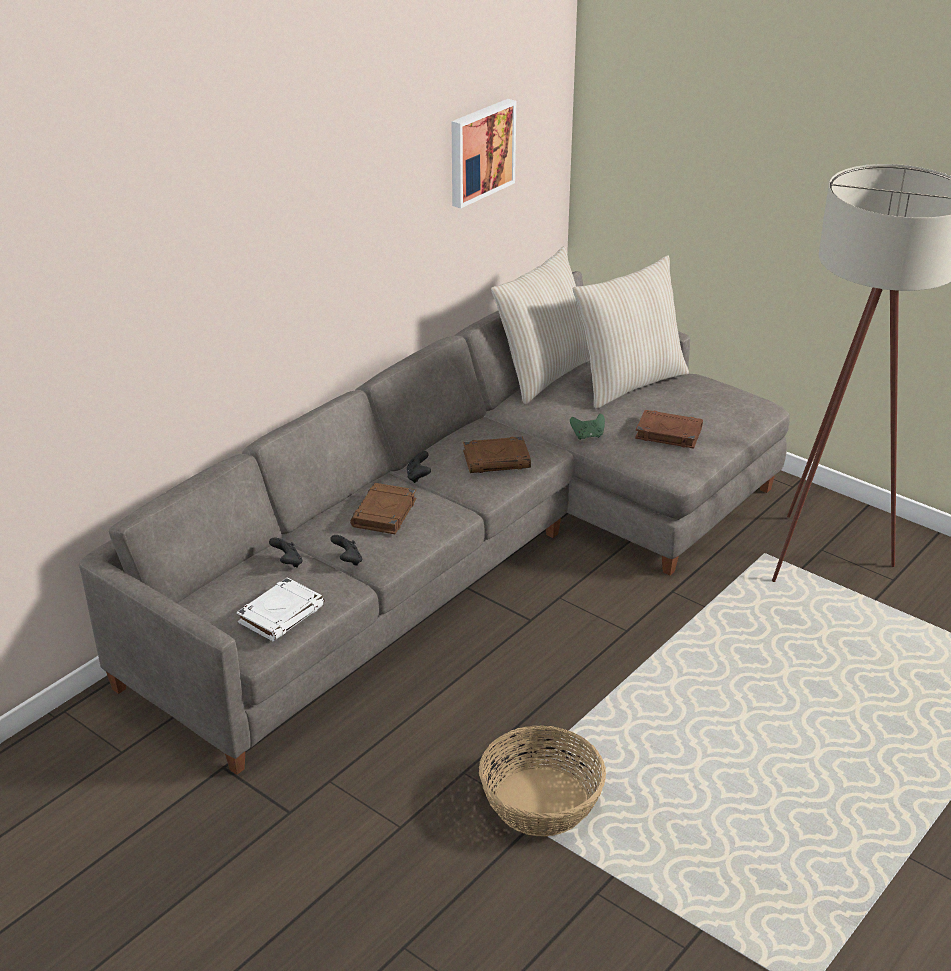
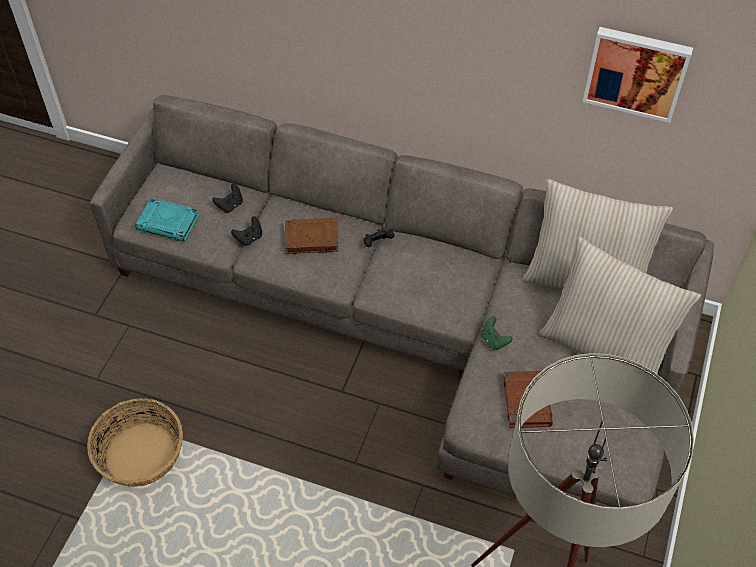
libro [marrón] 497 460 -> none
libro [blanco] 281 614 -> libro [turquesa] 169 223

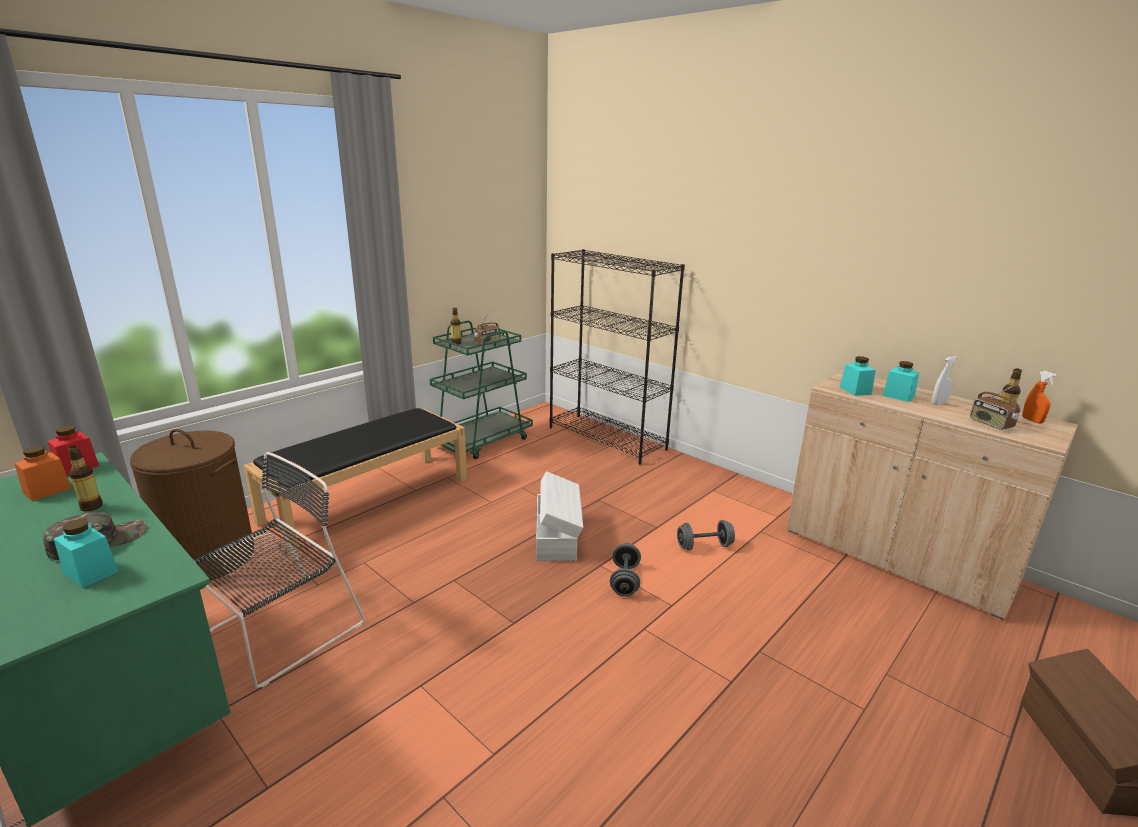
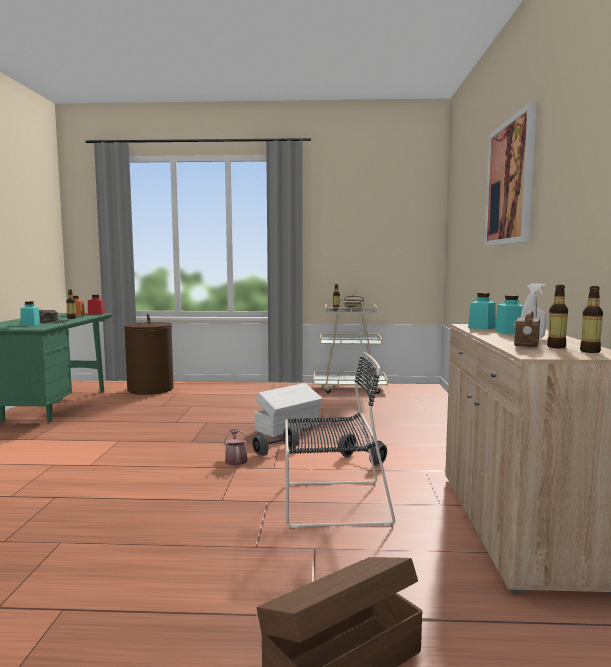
estantería [negro] 607 438 -> none
carrito [verde] 481 441 -> carrito [beis] 350 388
pulverizador [naranja] 1032 420 -> botella 590 351
banco [negro] 368 499 -> none
silla [negro] 279 631 -> silla [negro] 331 503, shifted
none -> cuadro 510 183
none -> regadera 236 460

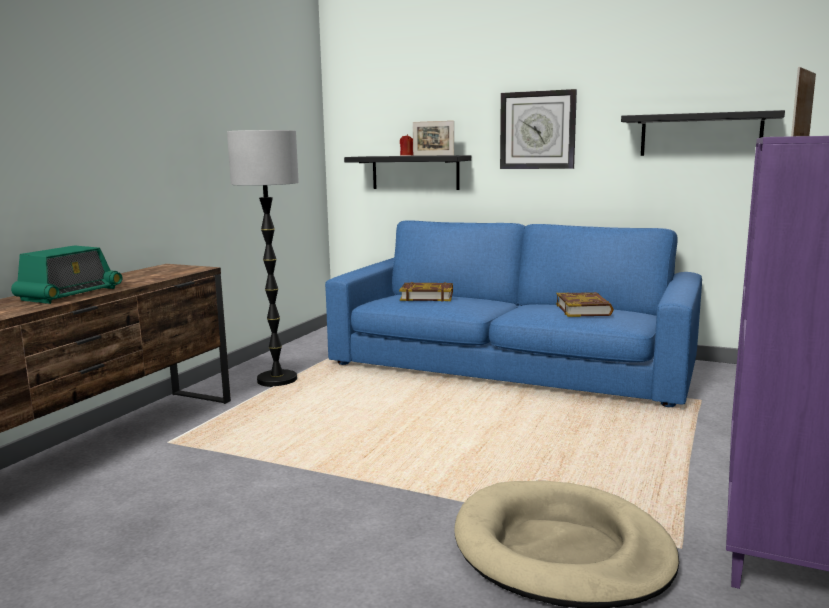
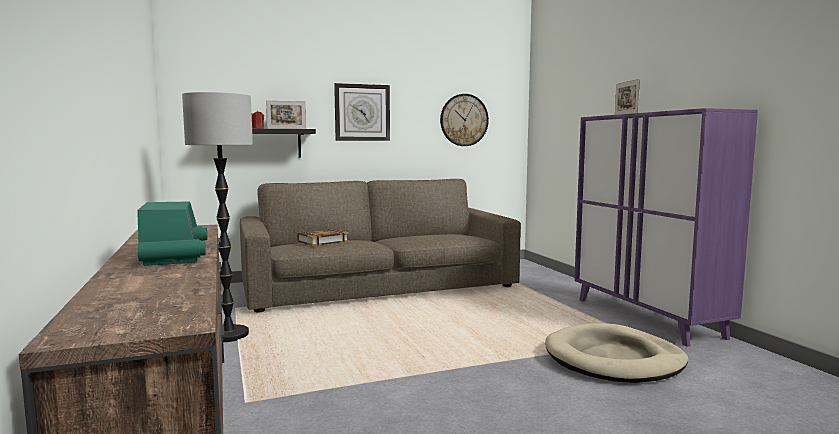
estante [negro] 700 135 -> reloj de pared 464 120
sofá [azul] 510 363 -> sofá [marrón] 379 285
libro 583 310 -> none

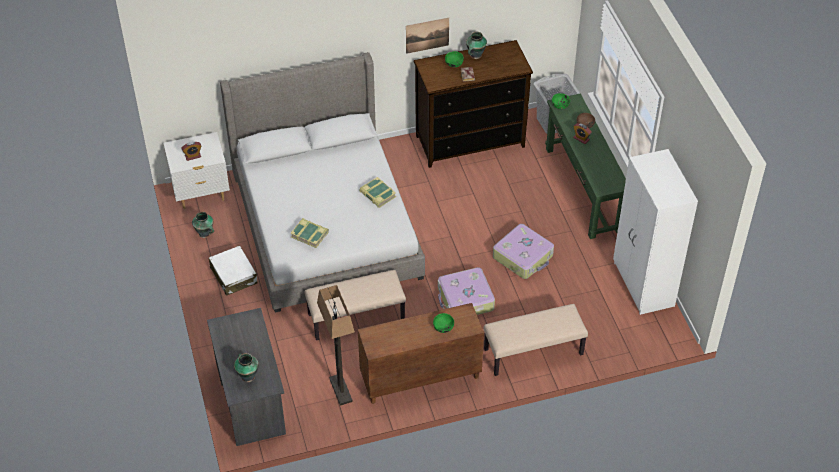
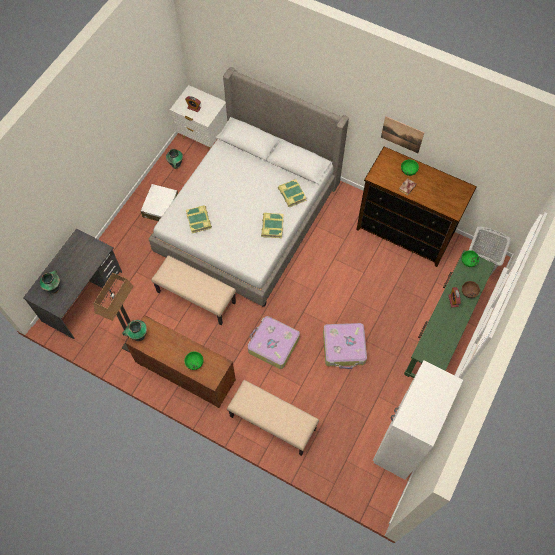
florero 475 55 -> florero 138 336, shifted
none -> libro 291 195

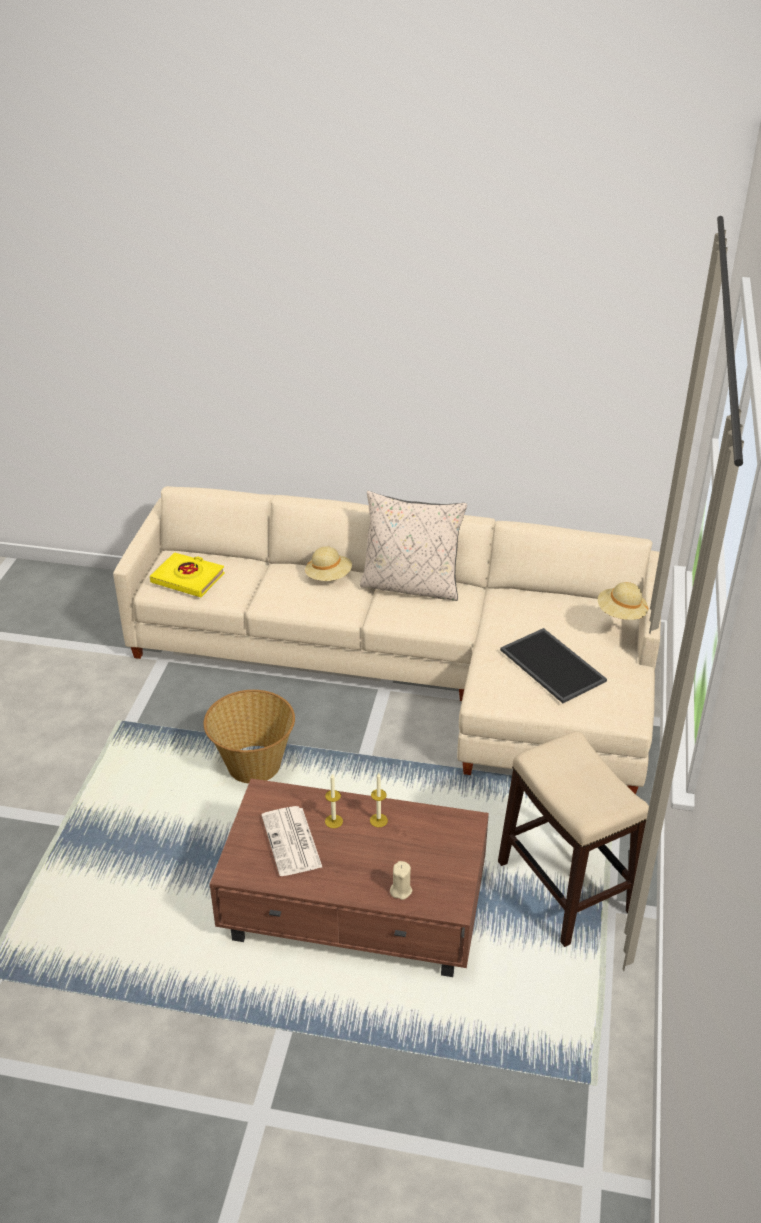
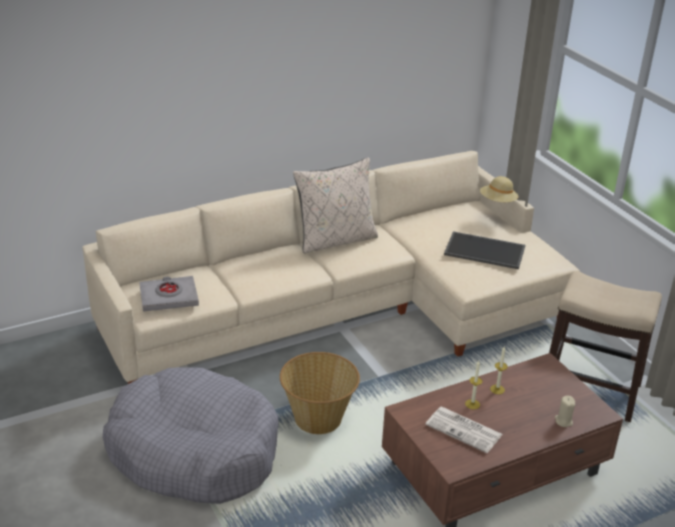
sombrero [beis] 329 577 -> none
libro [amarillo] 188 579 -> libro [gris] 169 297
none -> cama para perro [gris] 193 451

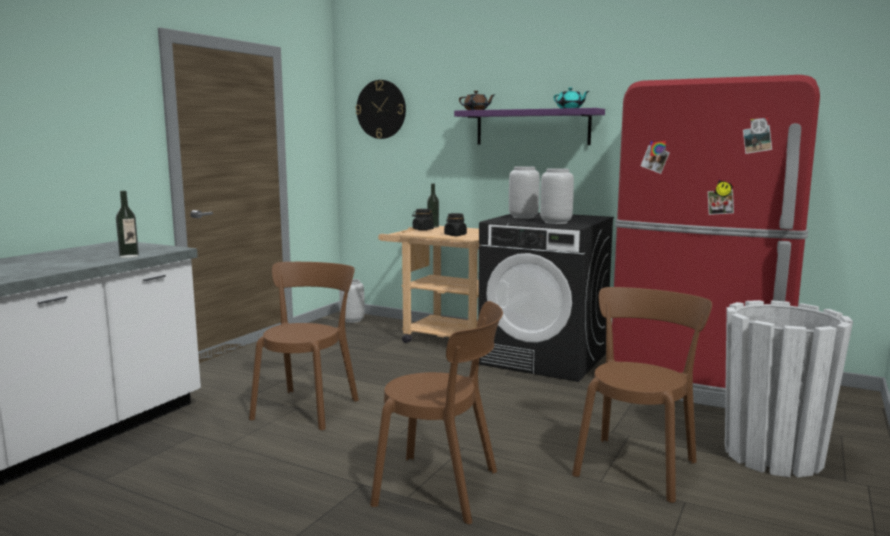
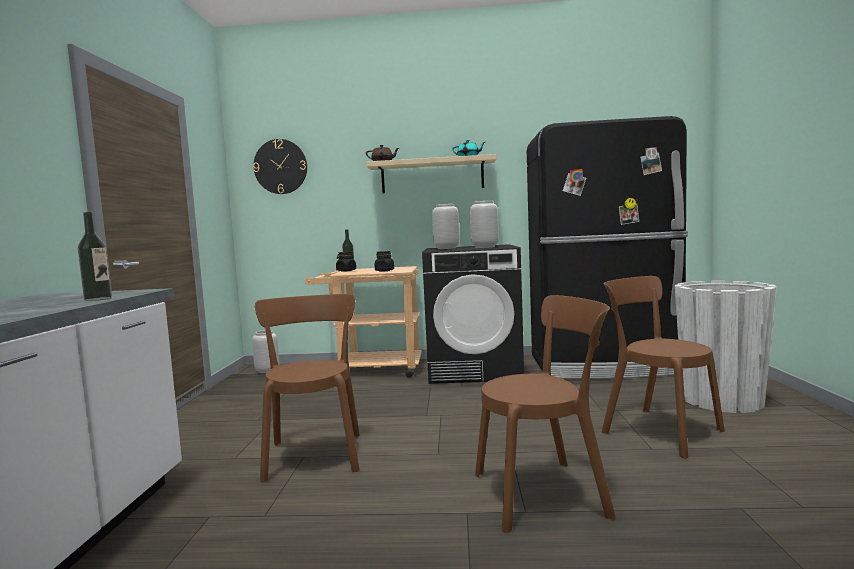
nevera [rojo] 699 383 -> nevera [negro] 604 365
estante [morado] 532 127 -> estante [beis] 432 176
silla [marrón] 637 465 -> silla [marrón] 656 430, 45 degrees counterclockwise

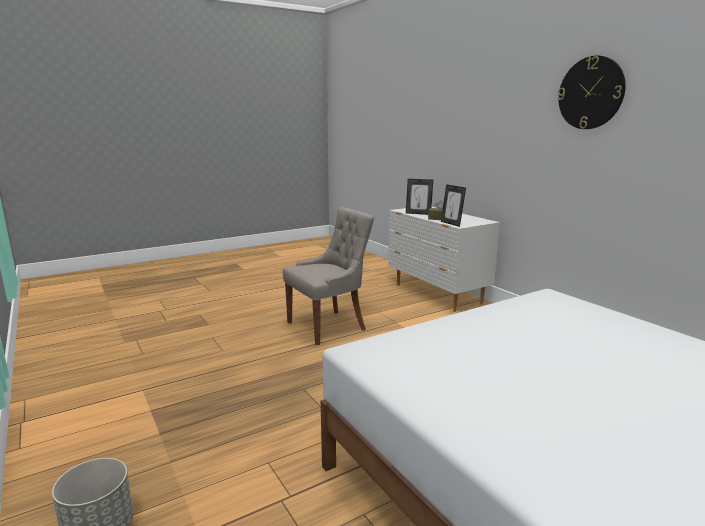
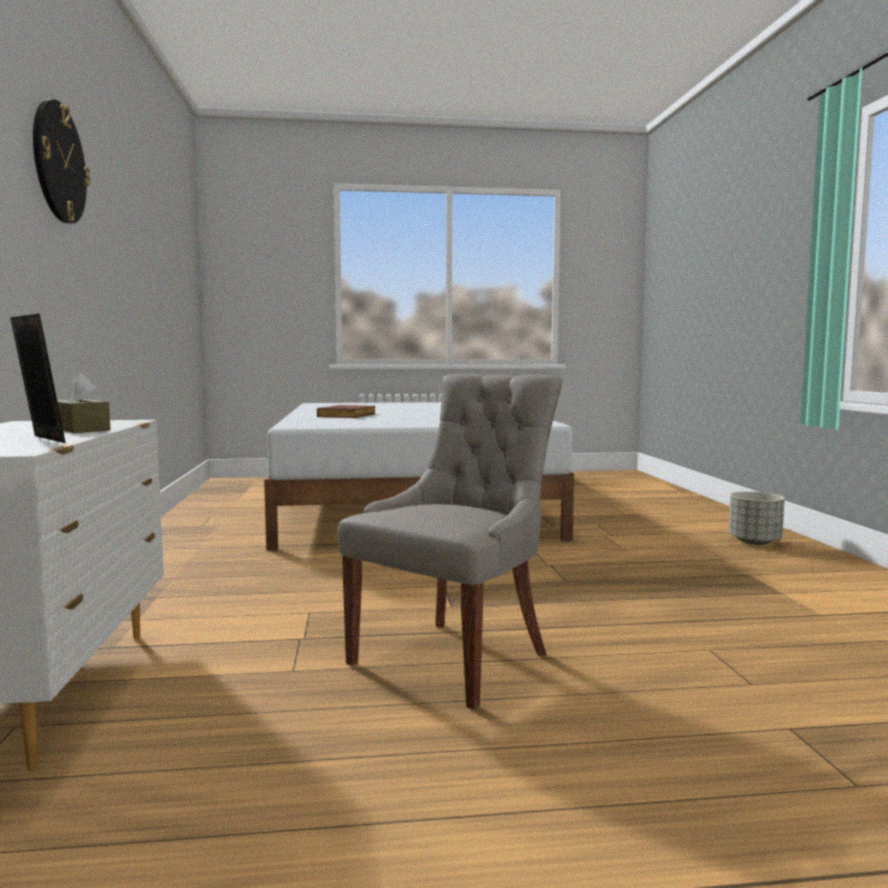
portarretratos 451 224 -> none
silla [gris] 328 326 -> silla [gris] 454 658, 135 degrees clockwise
none -> libro 348 415

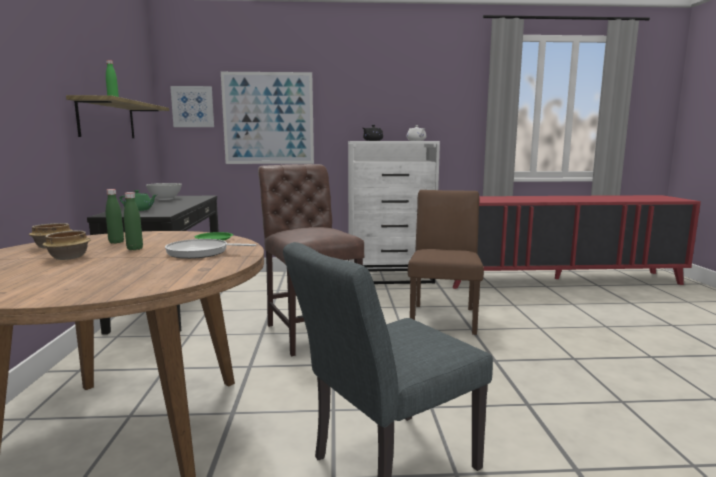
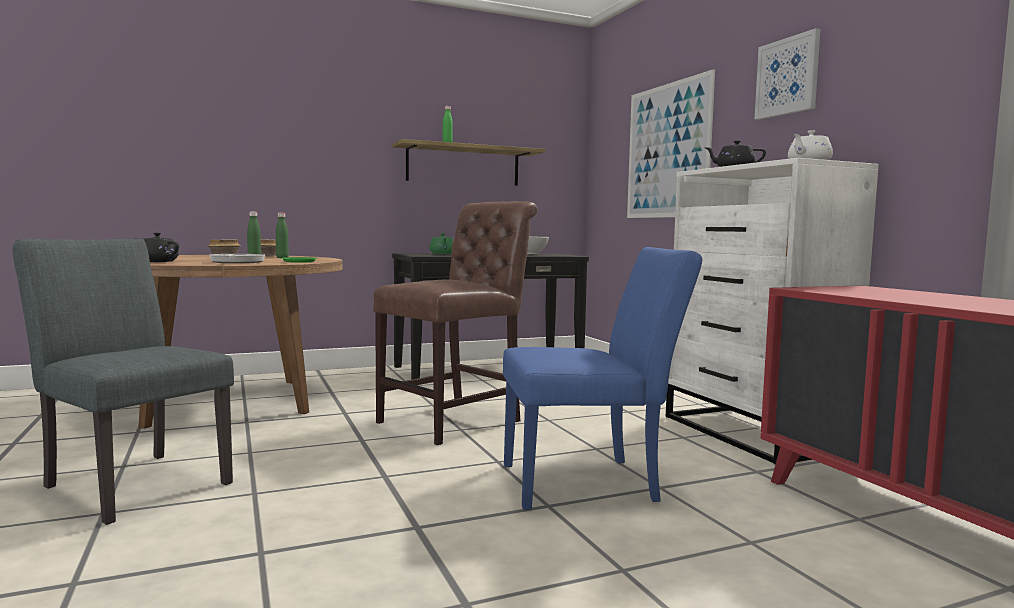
cuadro 193 107 -> cuadro 787 76, shifted
silla [marrón] 443 316 -> silla [azul] 591 482
none -> tetera [negro] 157 261

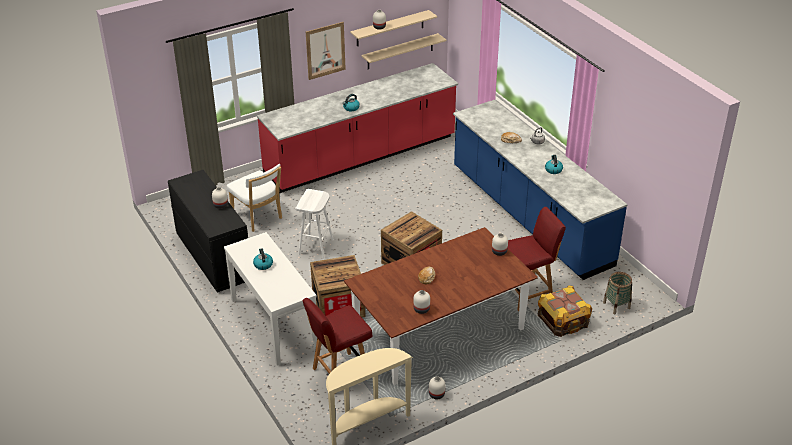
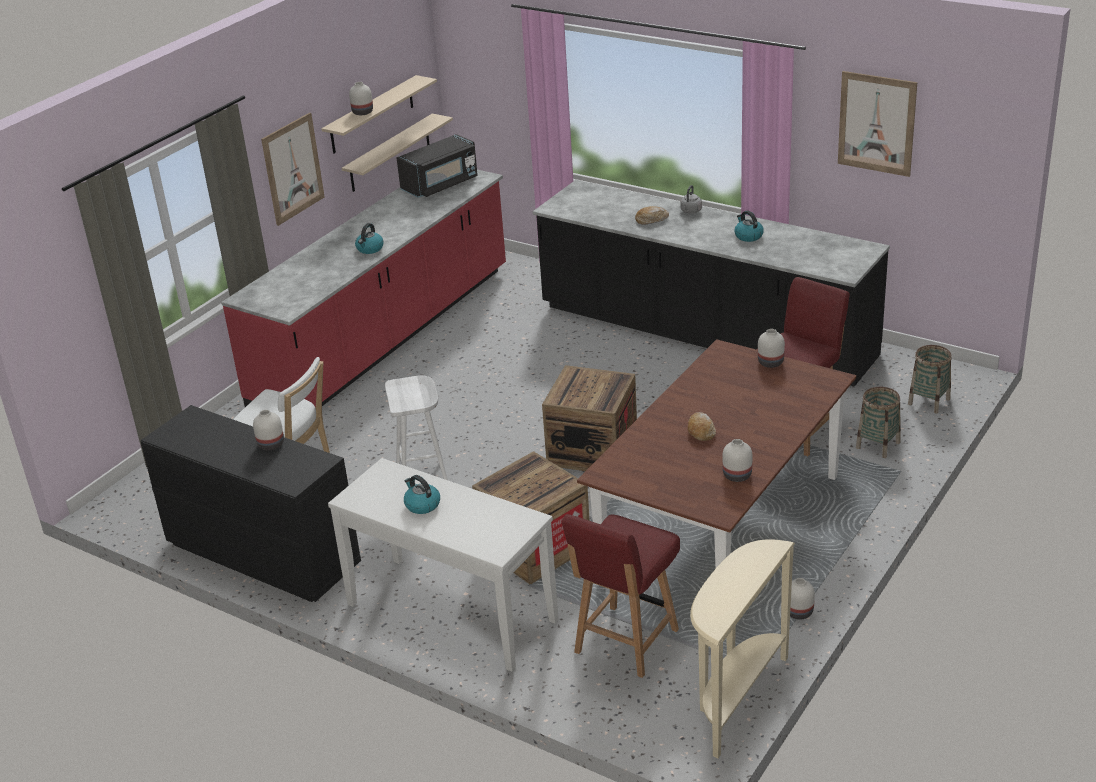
mueble bajo de cocina [azul] 529 216 -> mueble bajo de cocina [negro] 704 333
caja de embalaje 563 320 -> cesta 878 445
none -> cuadro 876 123
none -> microondas [negro] 440 184

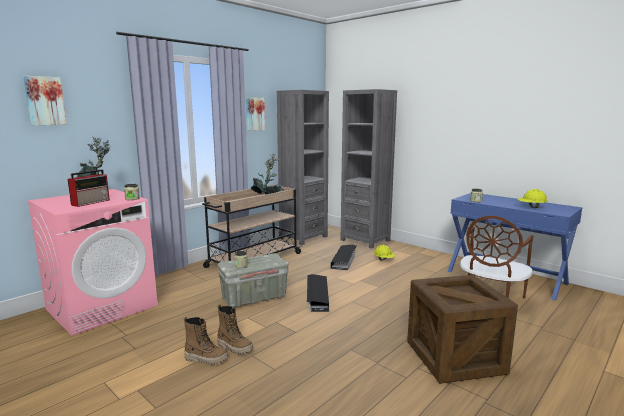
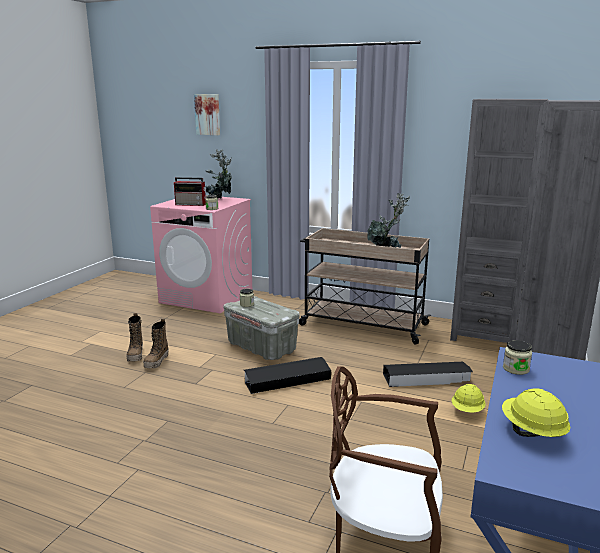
cuadro 254 114 -> none
caja de embalaje 455 357 -> none

